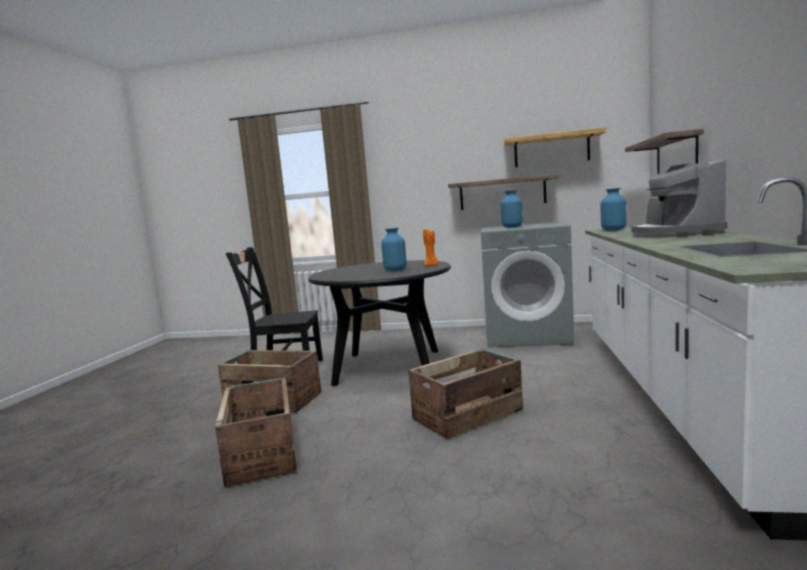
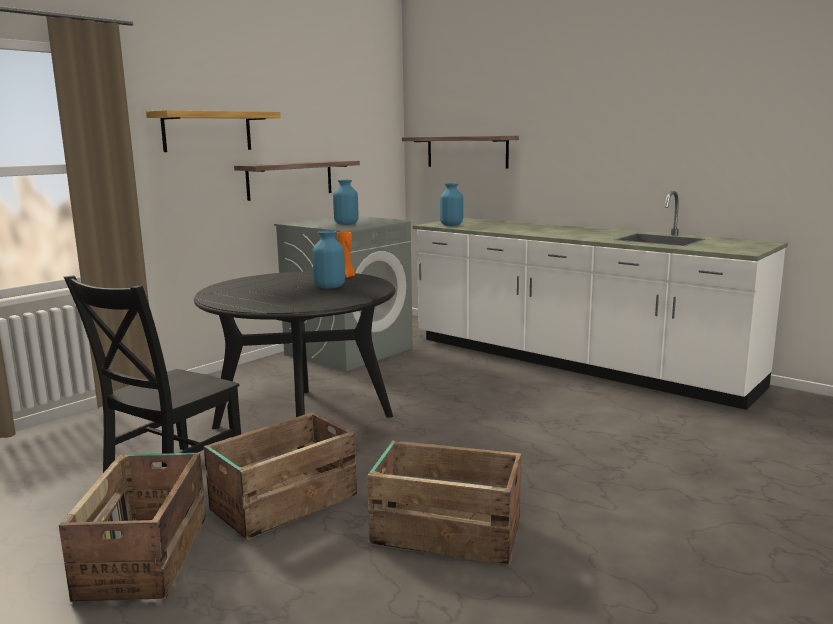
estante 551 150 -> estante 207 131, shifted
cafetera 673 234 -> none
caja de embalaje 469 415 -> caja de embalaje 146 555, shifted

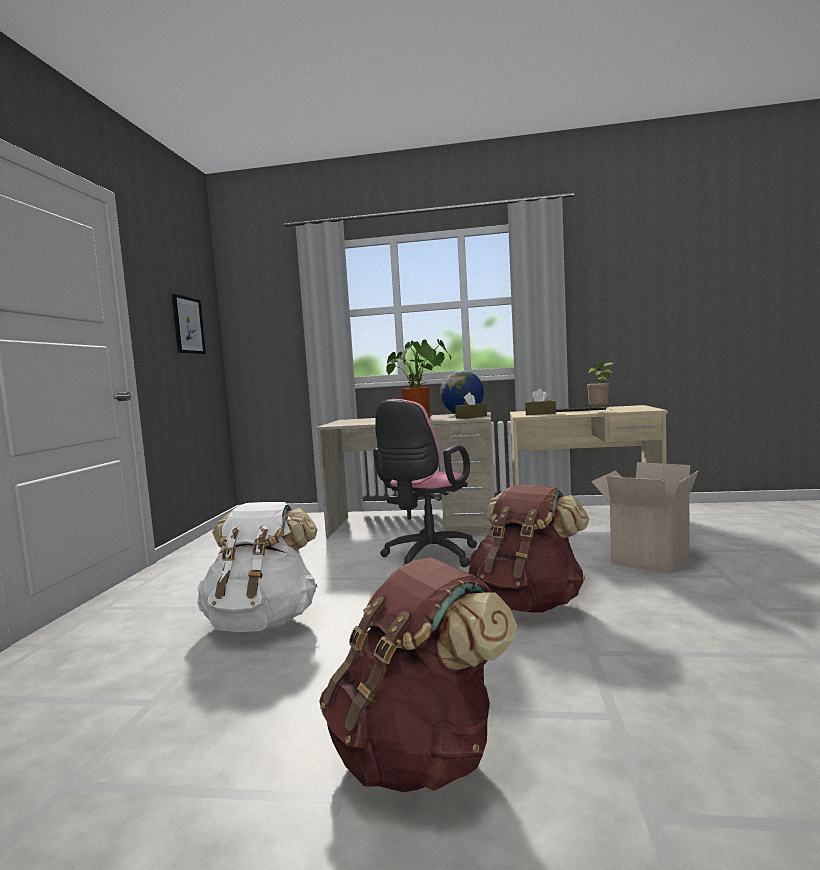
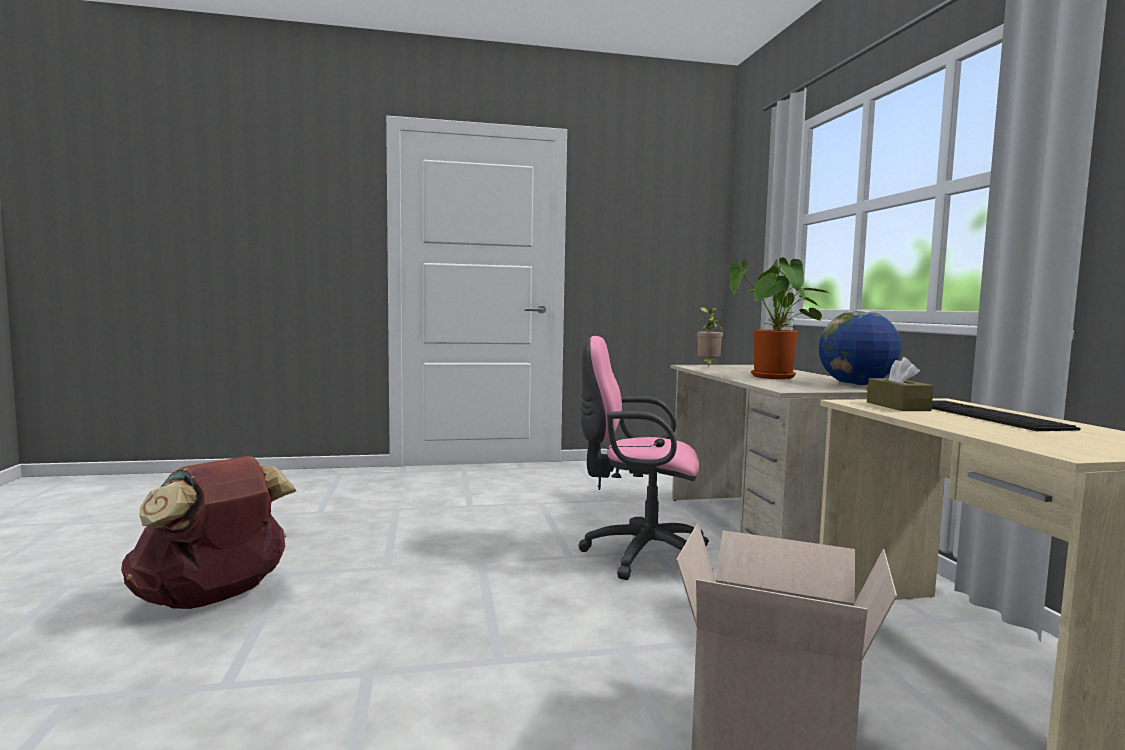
cuadro 188 325 -> none
planta en maceta 600 412 -> planta en maceta 708 366, shifted
caja de pañuelos [marrón] 471 417 -> none
mochila [marrón] 528 603 -> none
mochila [blanco] 263 622 -> none

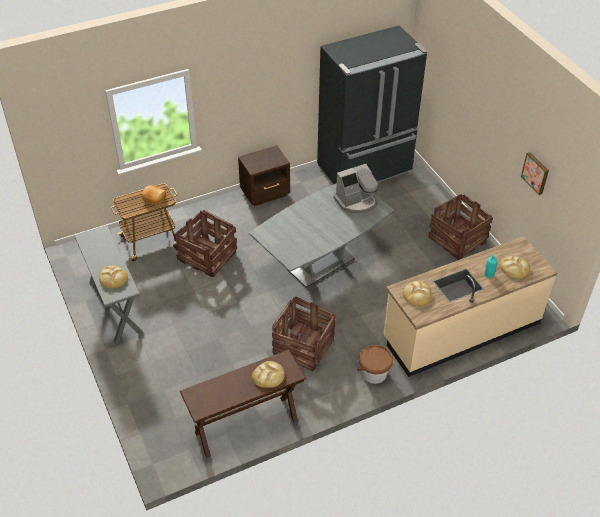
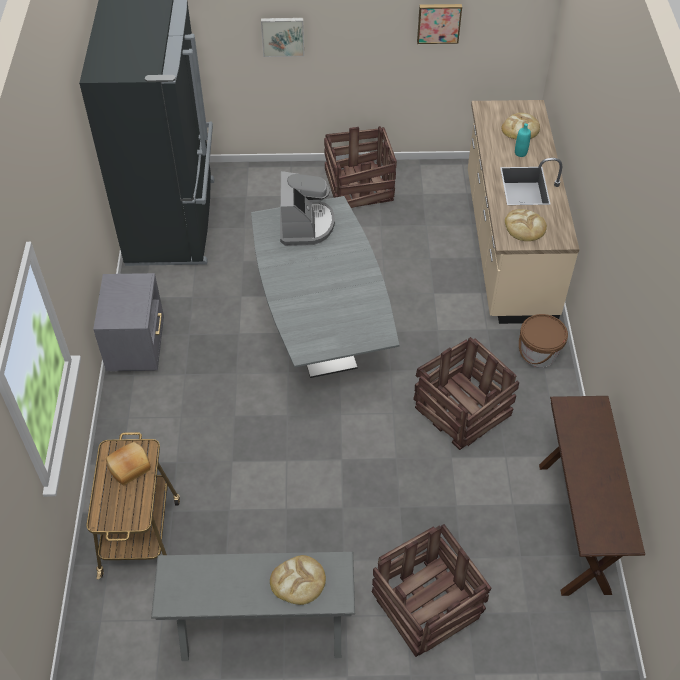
mesita de noche [marrón] 265 193 -> mesita de noche [gris] 138 347
caja de embalaje 206 256 -> caja de embalaje 426 605, shifted
pan 268 376 -> none
none -> cuadro 283 36

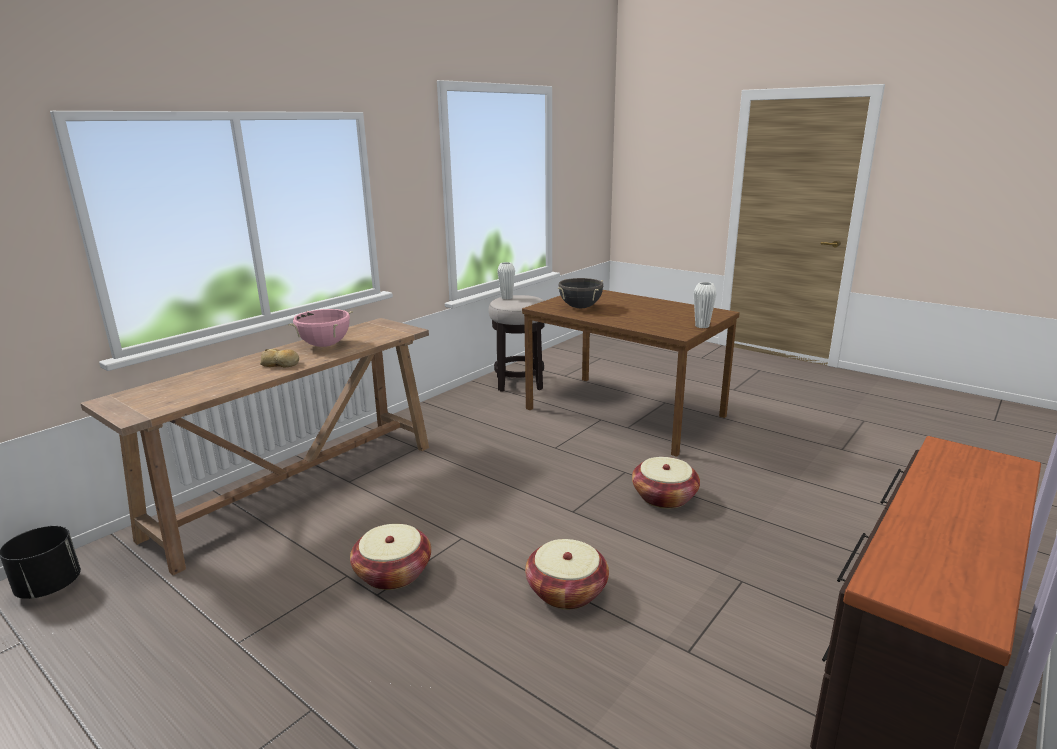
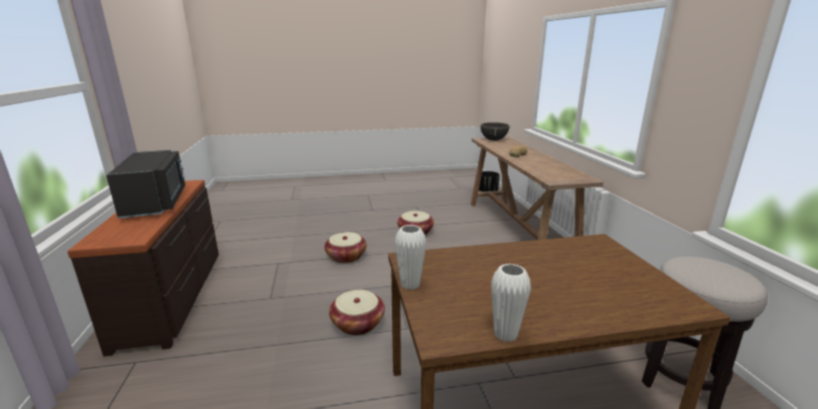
florero [blanco] 506 298 -> florero [blanco] 505 334, shifted
olla [negro] 580 307 -> olla [negro] 494 140, shifted
olla [rosa] 324 345 -> none
none -> microondas [negro] 157 203

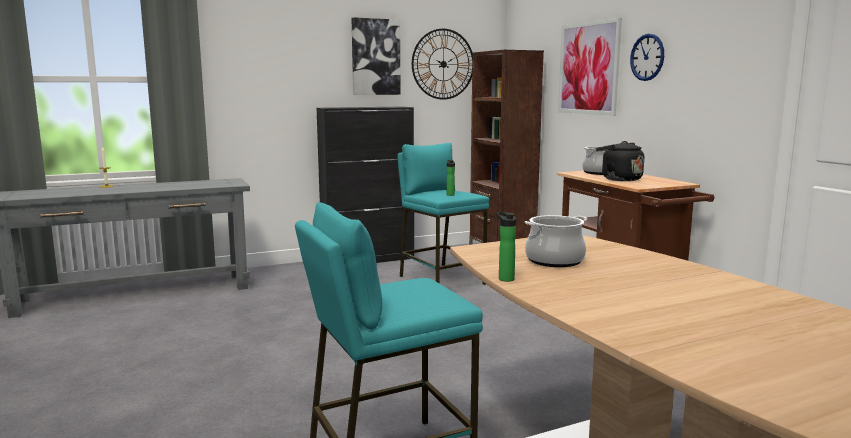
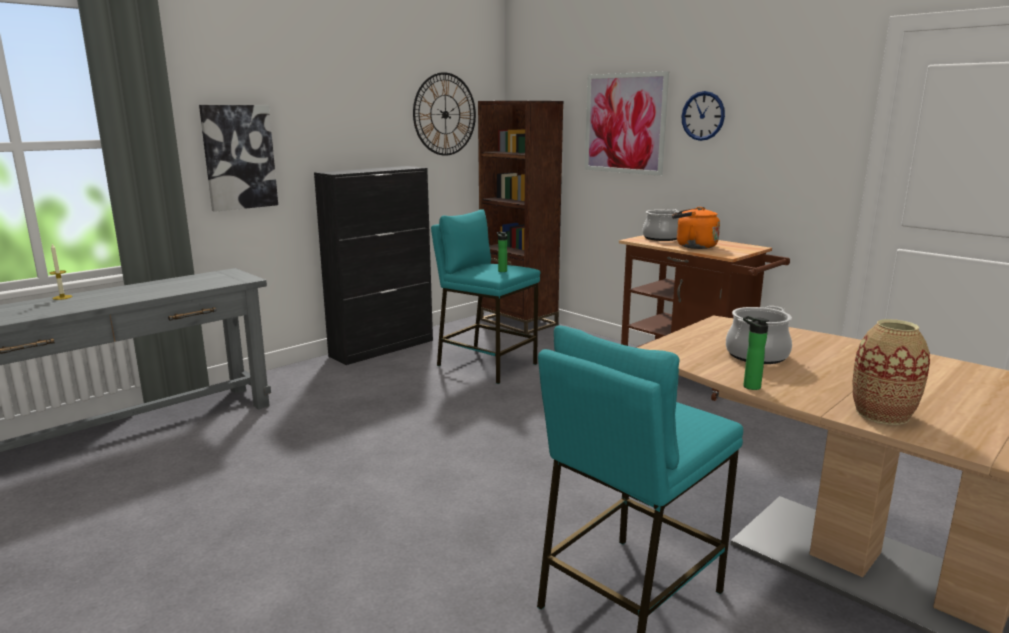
cuadro 375 57 -> cuadro 239 157, shifted
hervidor [negro] 618 179 -> hervidor [naranja] 693 246
none -> florero 882 414

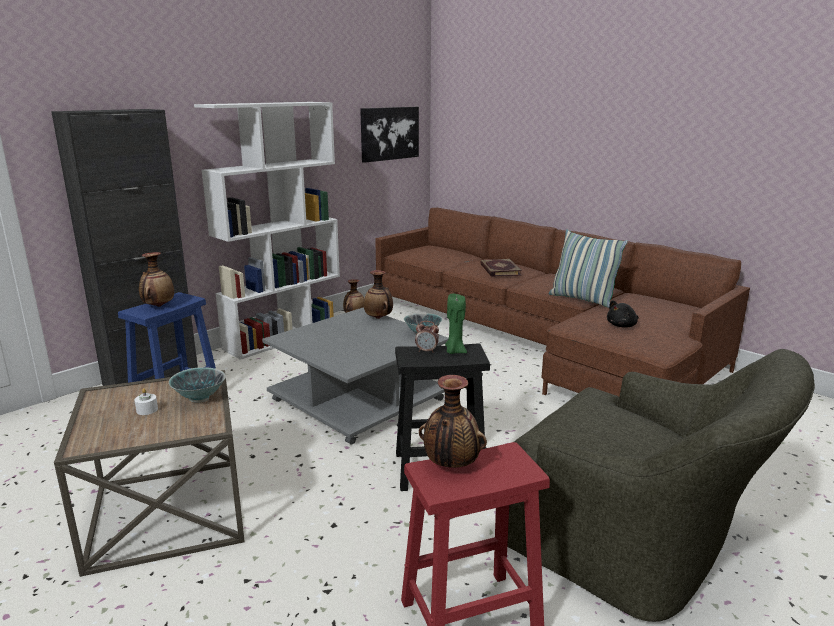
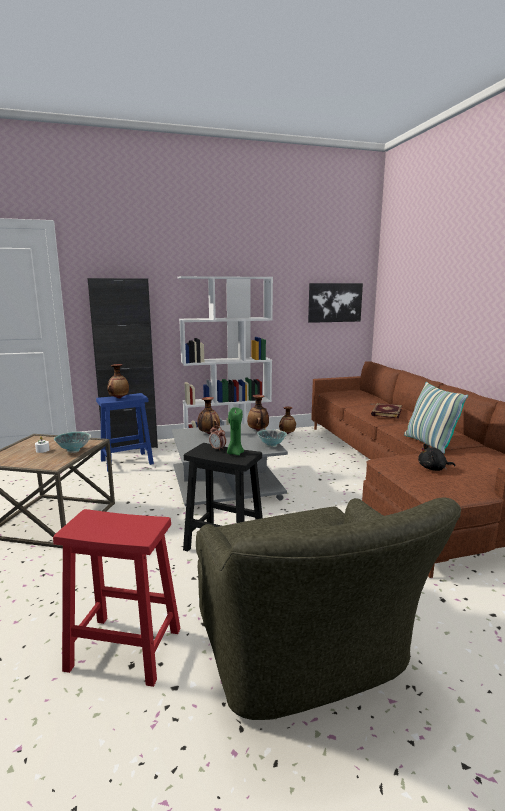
florero 451 465 -> florero 208 433, shifted

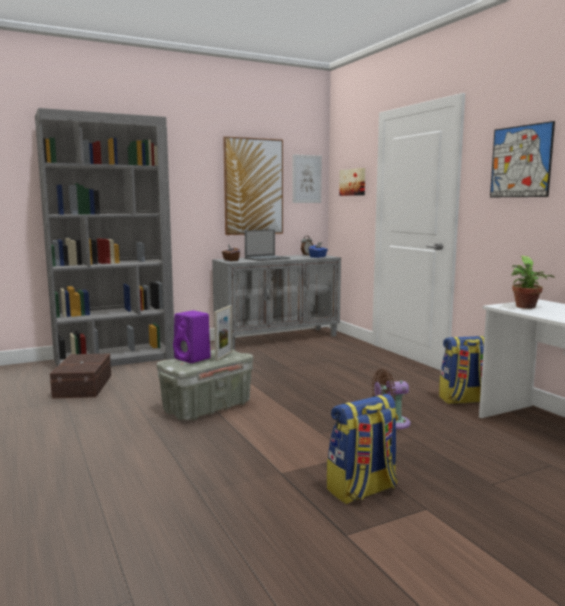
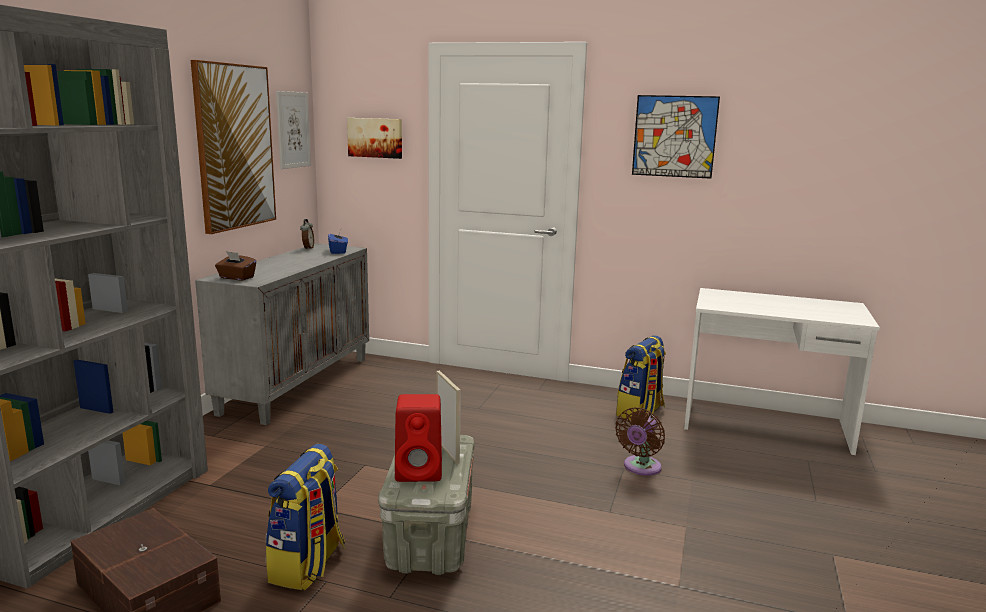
portátil 267 258 -> none
planta en maceta 526 307 -> none
altavoz [morado] 193 358 -> altavoz [rojo] 420 471
mochila 362 490 -> mochila 308 565, shifted

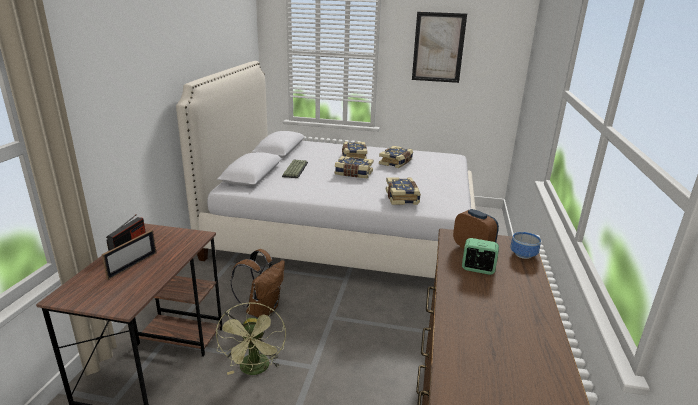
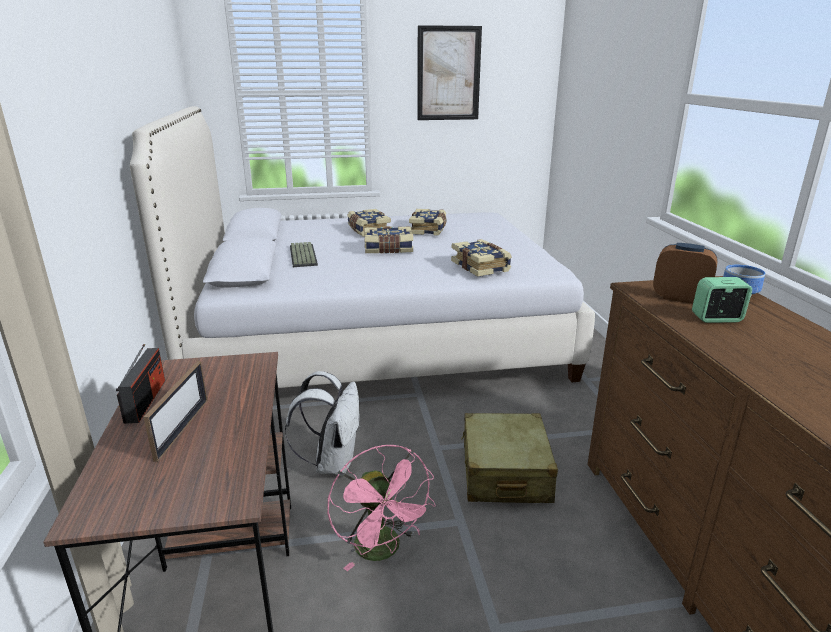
mochila [marrón] 262 309 -> mochila [blanco] 333 462
ventilador [verde] 255 370 -> ventilador [rosa] 383 551
none -> maleta [beis] 505 472

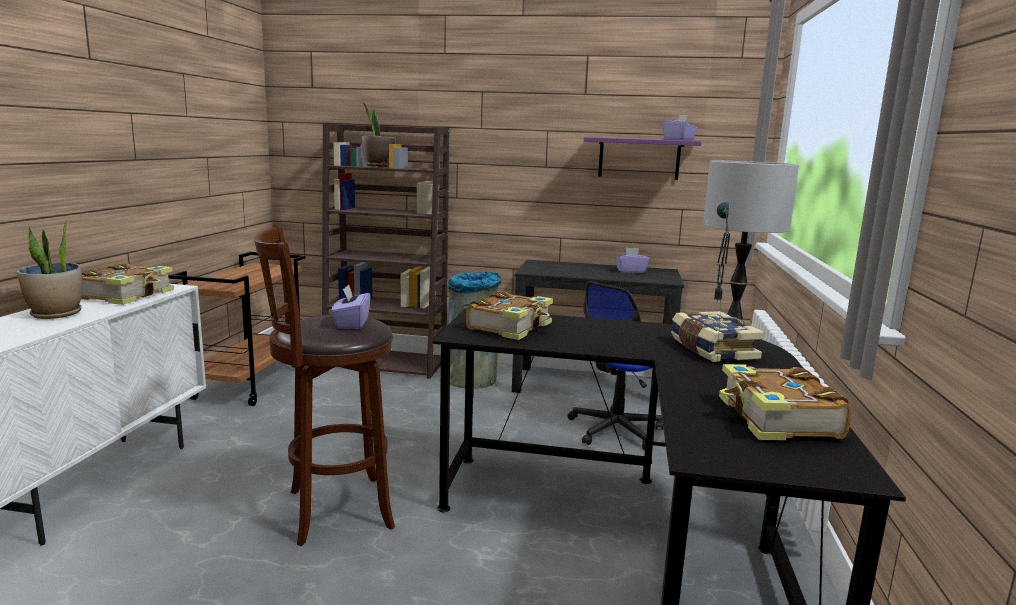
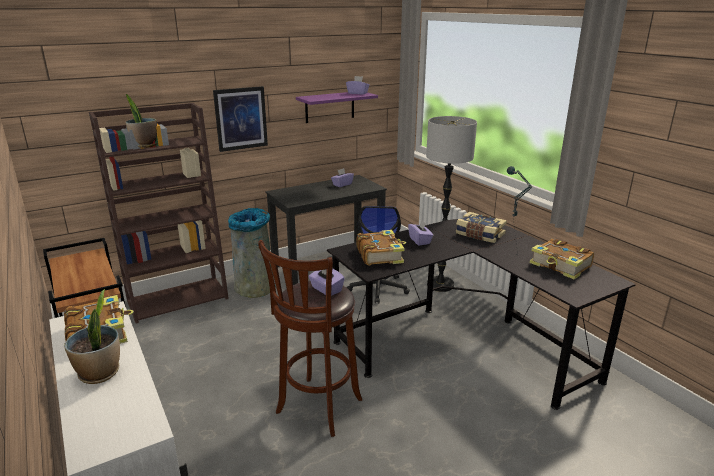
none -> cuadro 241 118
none -> caja de pañuelos [morado] 420 240

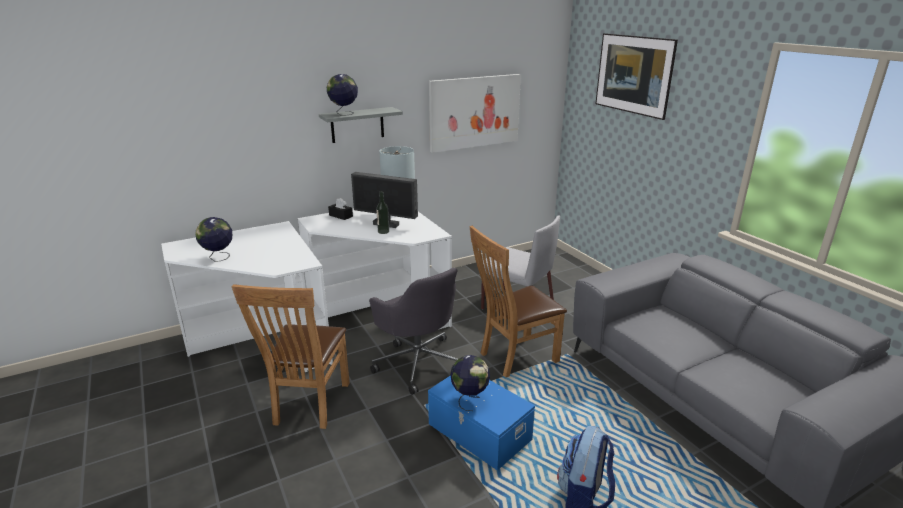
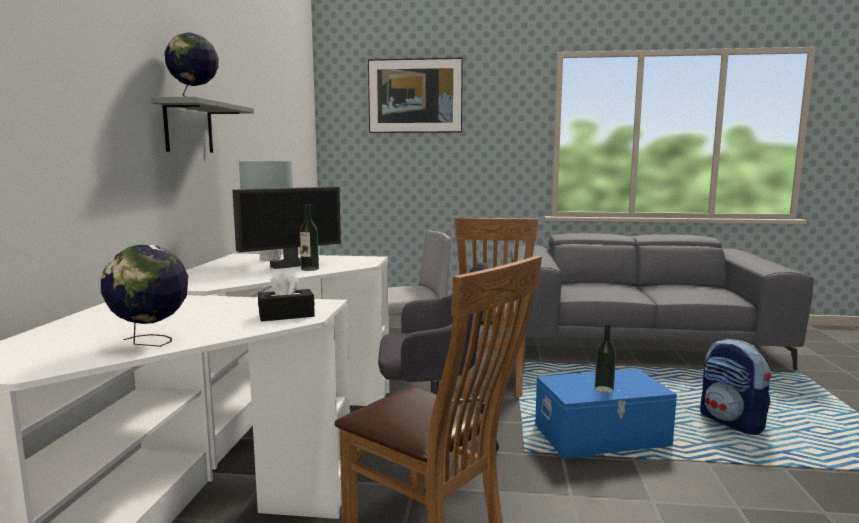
cuadro 474 112 -> none
caja de pañuelos [negro] 341 216 -> caja de pañuelos [negro] 286 315, shifted
globo terráqueo 469 399 -> botella 604 389

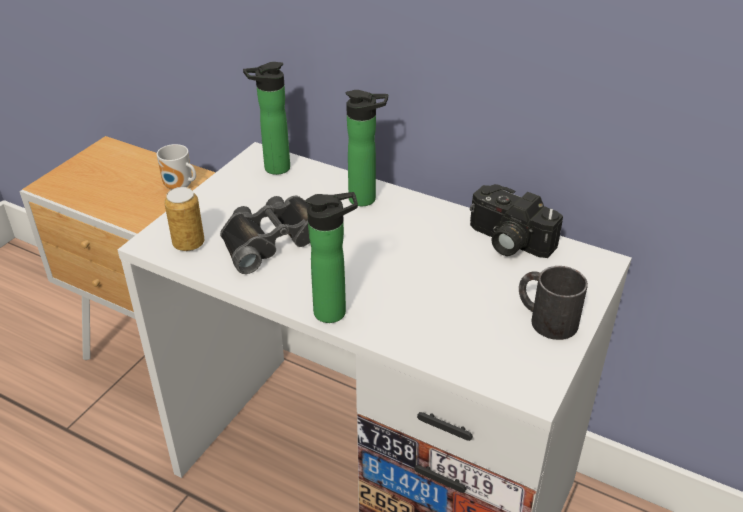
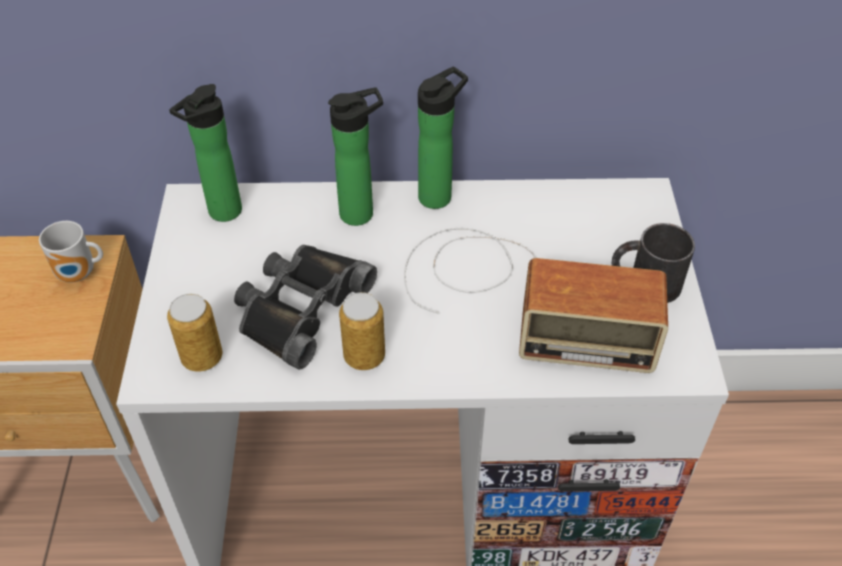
cámara 507 241 -> none
botella 335 312 -> botella 439 195, shifted
none -> radio 520 297
none -> lata 364 356

